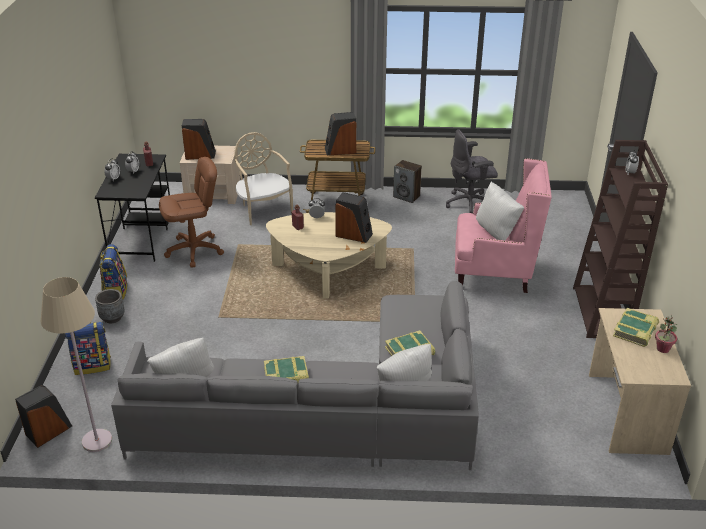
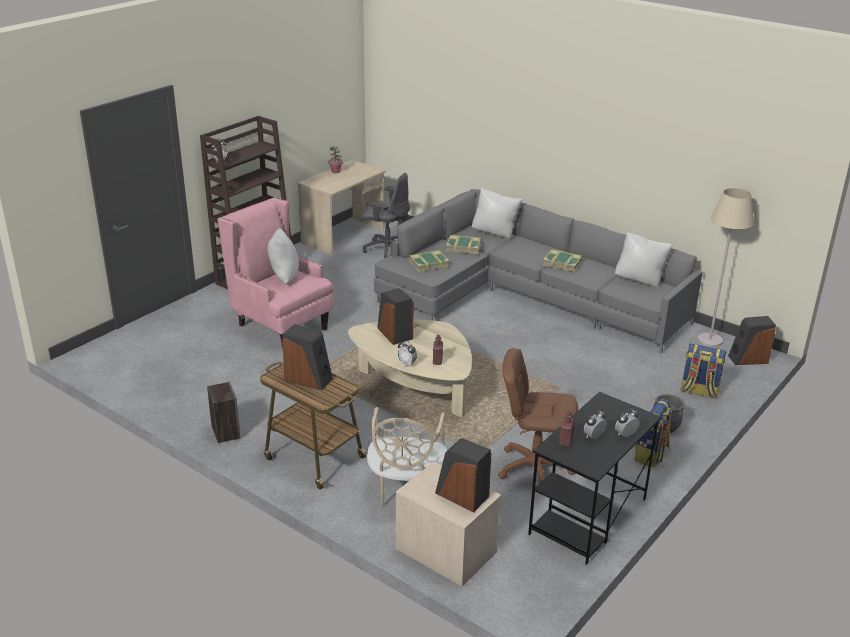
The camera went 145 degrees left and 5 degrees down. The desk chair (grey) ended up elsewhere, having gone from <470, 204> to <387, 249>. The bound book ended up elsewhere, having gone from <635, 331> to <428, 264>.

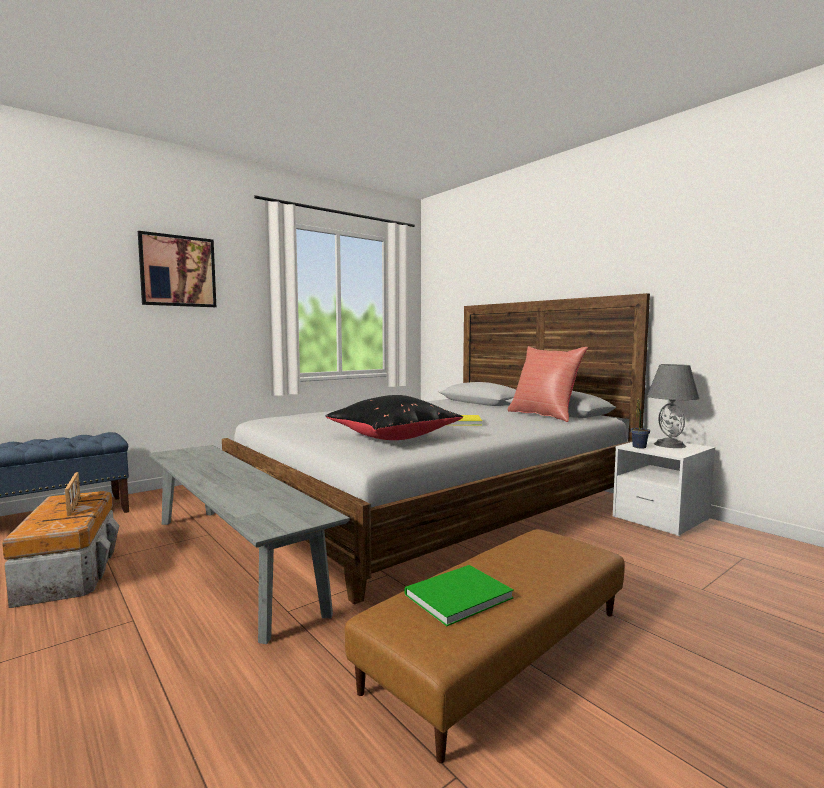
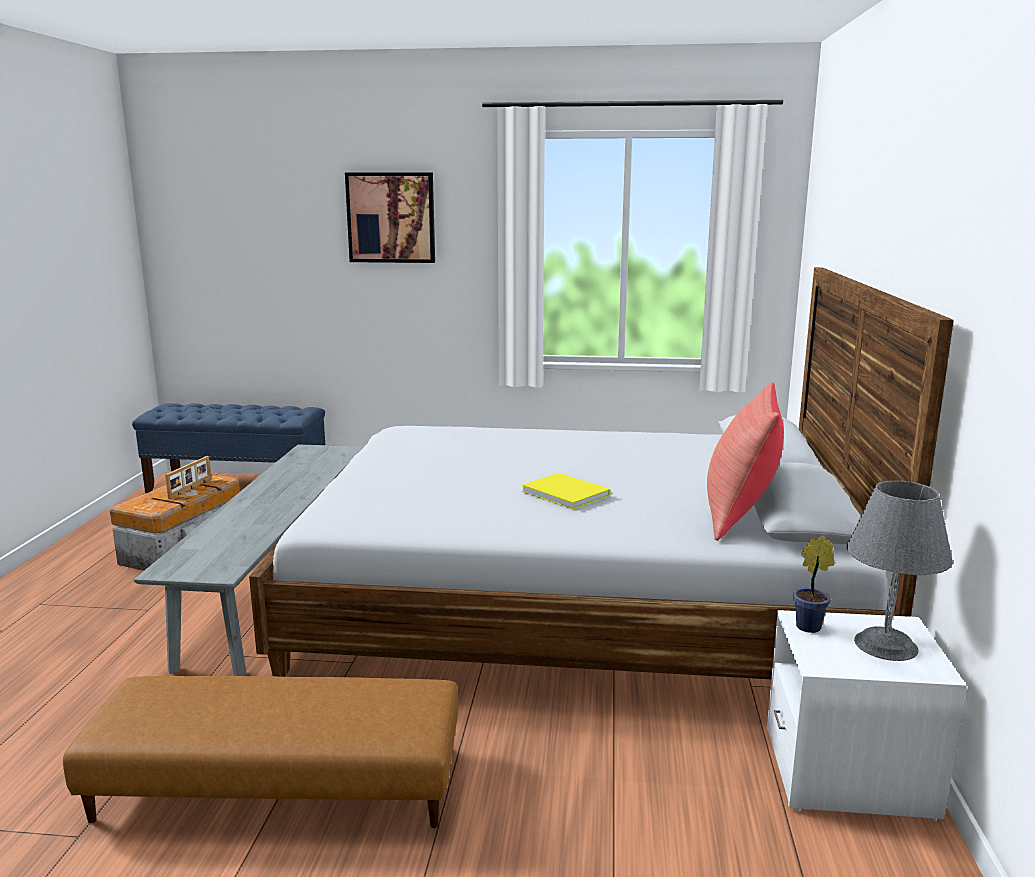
The camera went 45 degrees right and 10 degrees up. The second view lost the pillow (blackish) at <392, 438>. The second view lost the bound book (greenish) at <454, 596>.

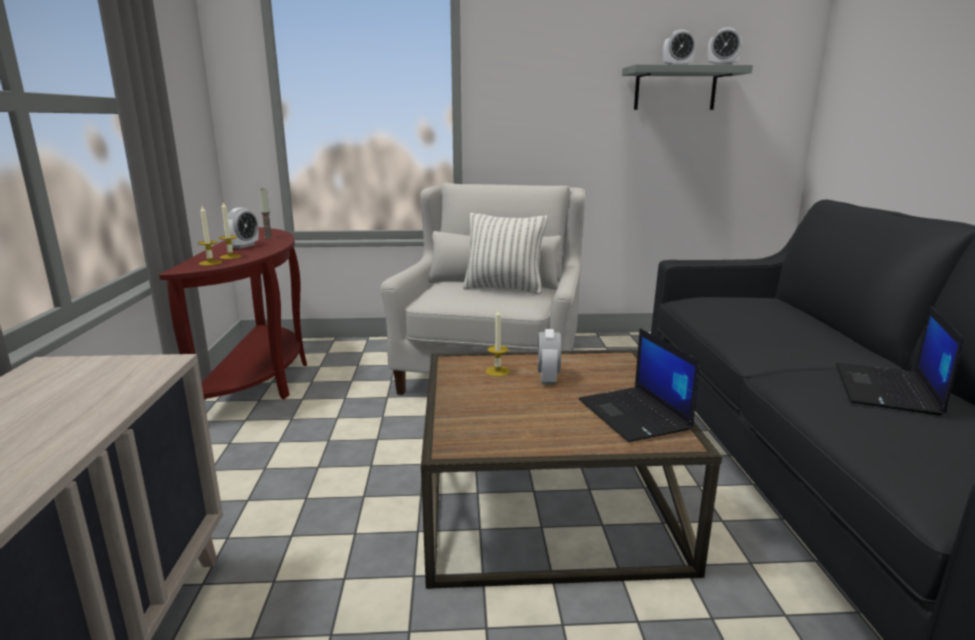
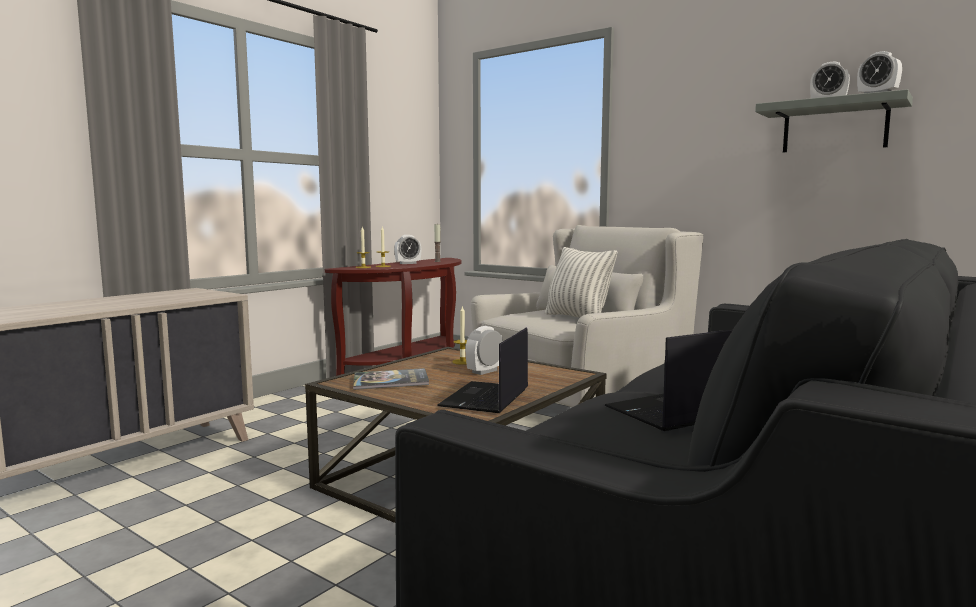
The camera went 40 degrees right and 10 degrees down. The second view gained the bound book at <390, 380>.

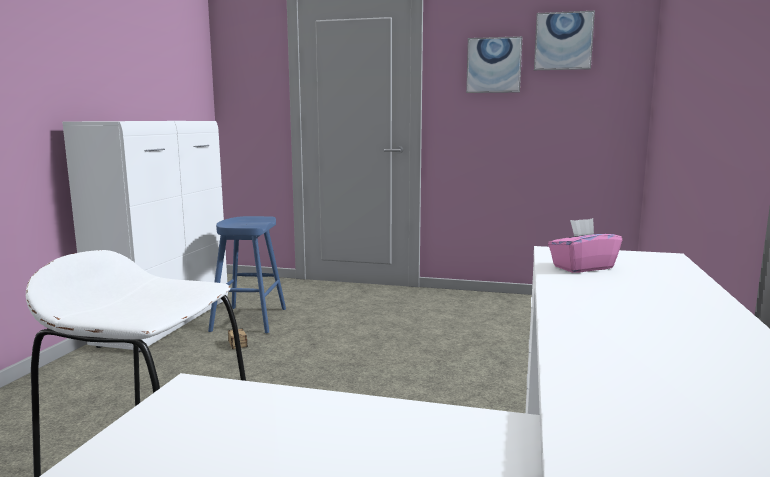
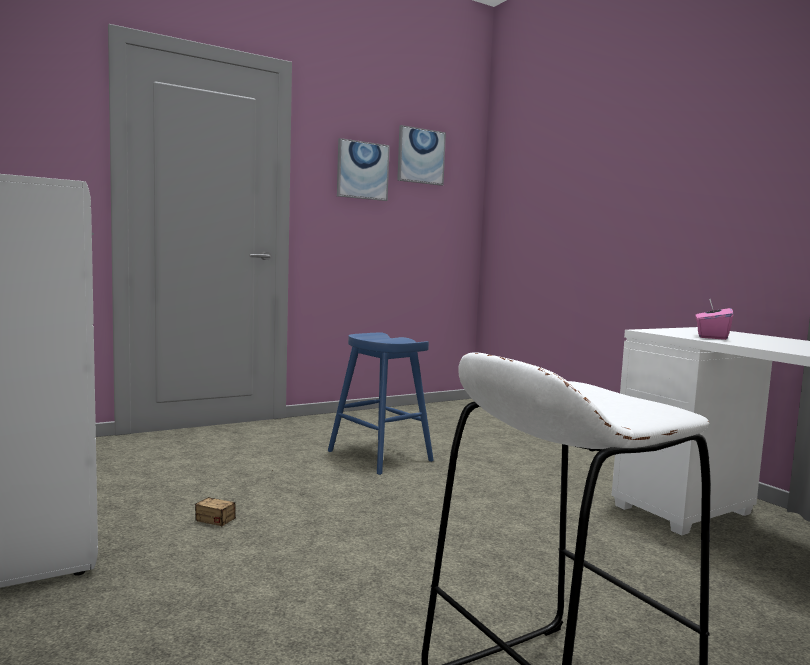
The camera went 45 degrees left and 5 degrees down. The stool (blue-coloured) ended up elsewhere, having gone from <249, 320> to <380, 456>.

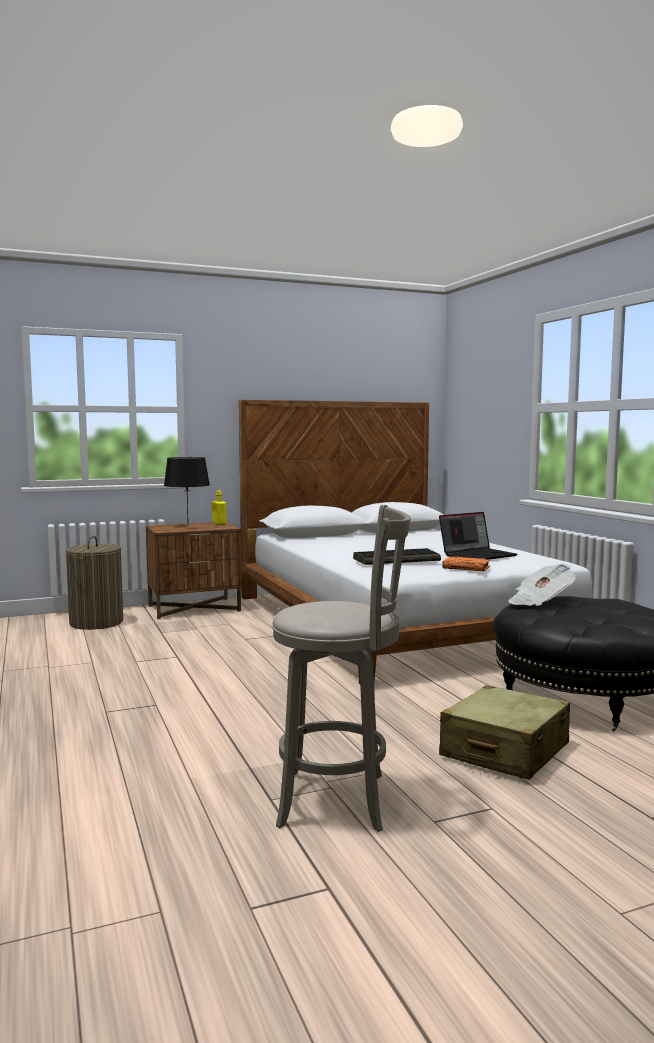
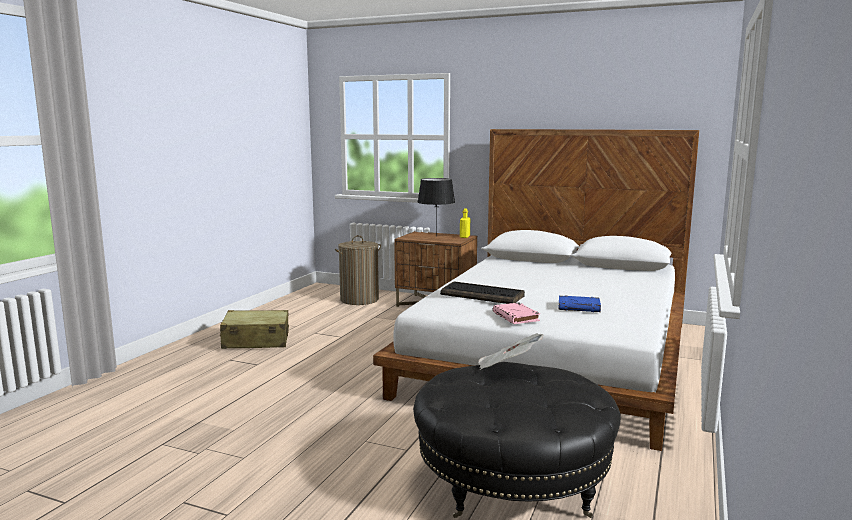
The camera went 45 degrees right and 5 degrees up. The second view lost the stool (grey) at <340, 800>. Where the portable computer stood at <477, 555>, the bound book (blue-coloured) came to stand at <579, 307>. What was the bound book (orange) at <467, 567> turned into the bound book (pink) at <516, 317>. The piece of luggage (sand-coloured) ended up elsewhere, having gone from <504, 751> to <256, 341>.

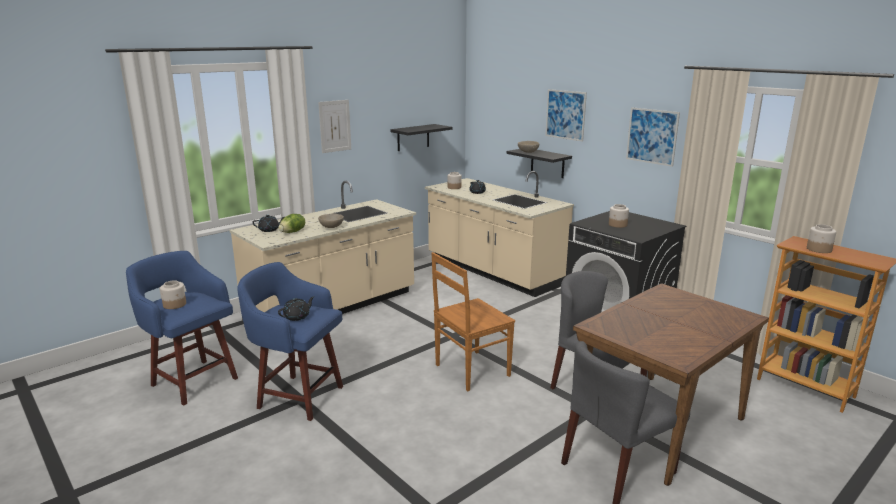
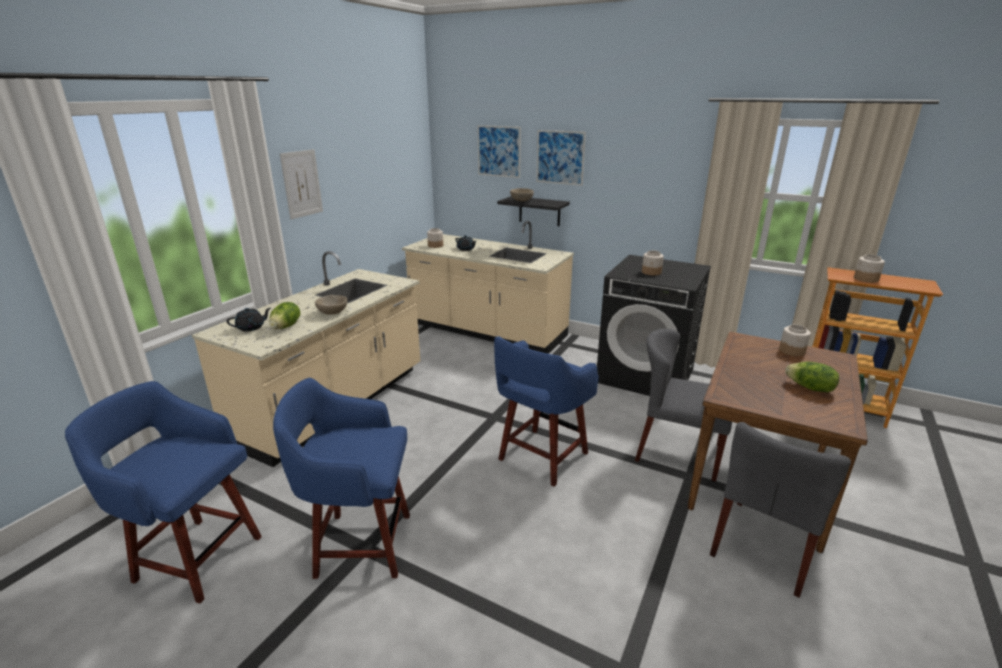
The camera went 20 degrees left and 5 degrees up. The wall art ended up elsewhere, having gone from <652, 136> to <499, 151>. The second view lost the bracket shelf (blackish) at <413, 137>. Where the upright chair (brown-coloured) stood at <470, 371>, the stool (blue-coloured) came to stand at <541, 458>. The jar ended up elsewhere, having gone from <175, 304> to <792, 351>. The second view lost the pot for tea (blackish) at <297, 317>. The second view gained the lettuce head at <810, 388>.

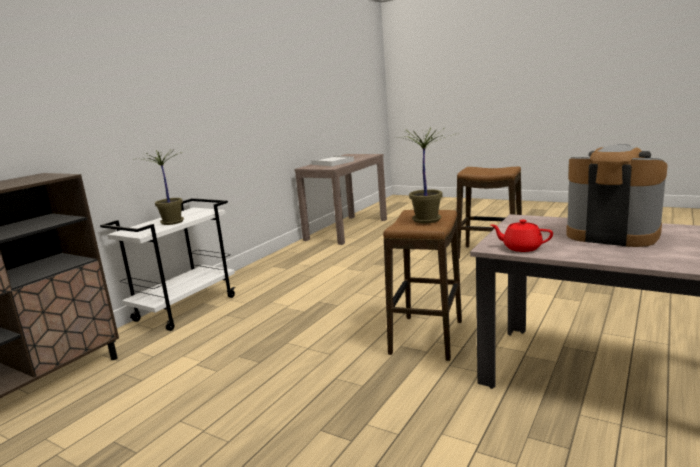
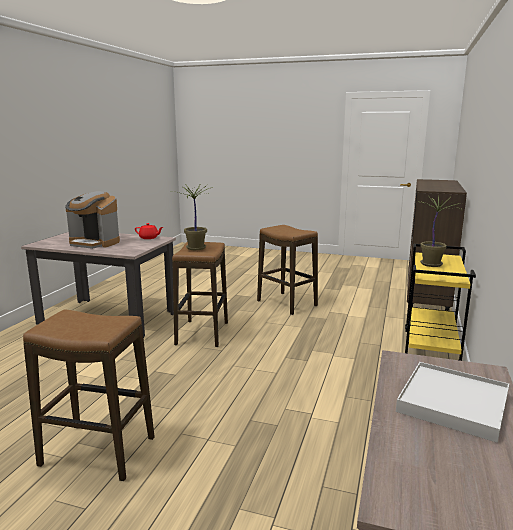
The camera went 165 degrees right and 0 degrees up. What was the trolley (white) at <186, 308> turned into the trolley (yellowish) at <431, 350>. The second view gained the stool at <286, 303>.

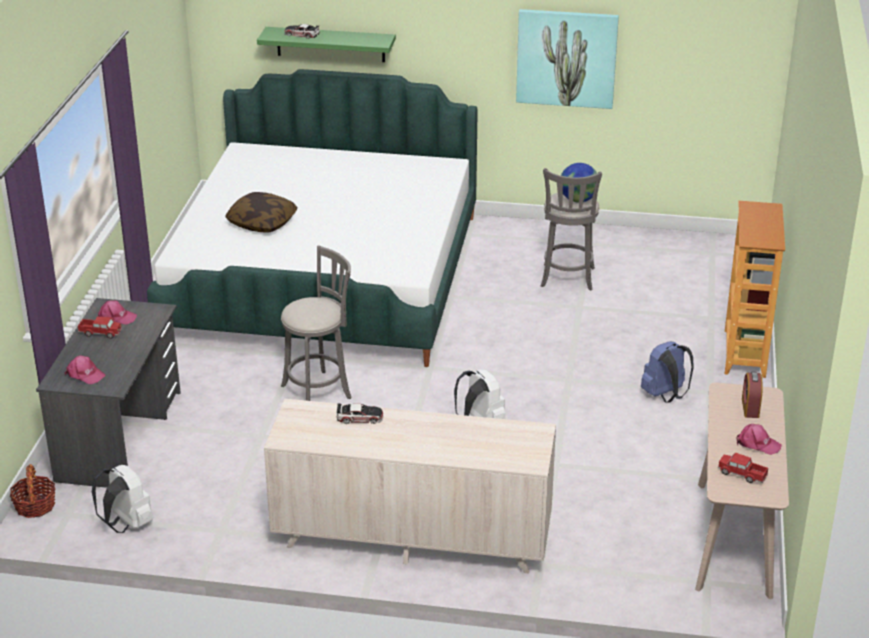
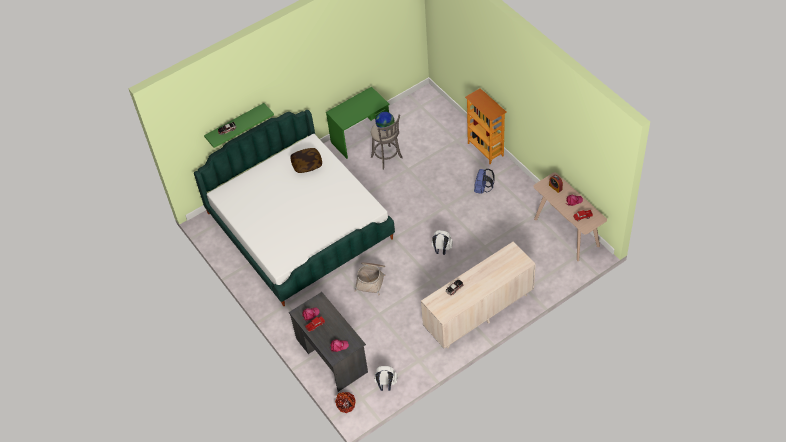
The camera went 40 degrees left and 20 degrees up. The second view lost the wall art at <566, 58>. The pillow ended up elsewhere, having gone from <262, 223> to <307, 164>. Where the stool (grey) stood at <319, 391>, the household basket came to stand at <371, 279>. The second view gained the desk unit (greenish) at <361, 138>.

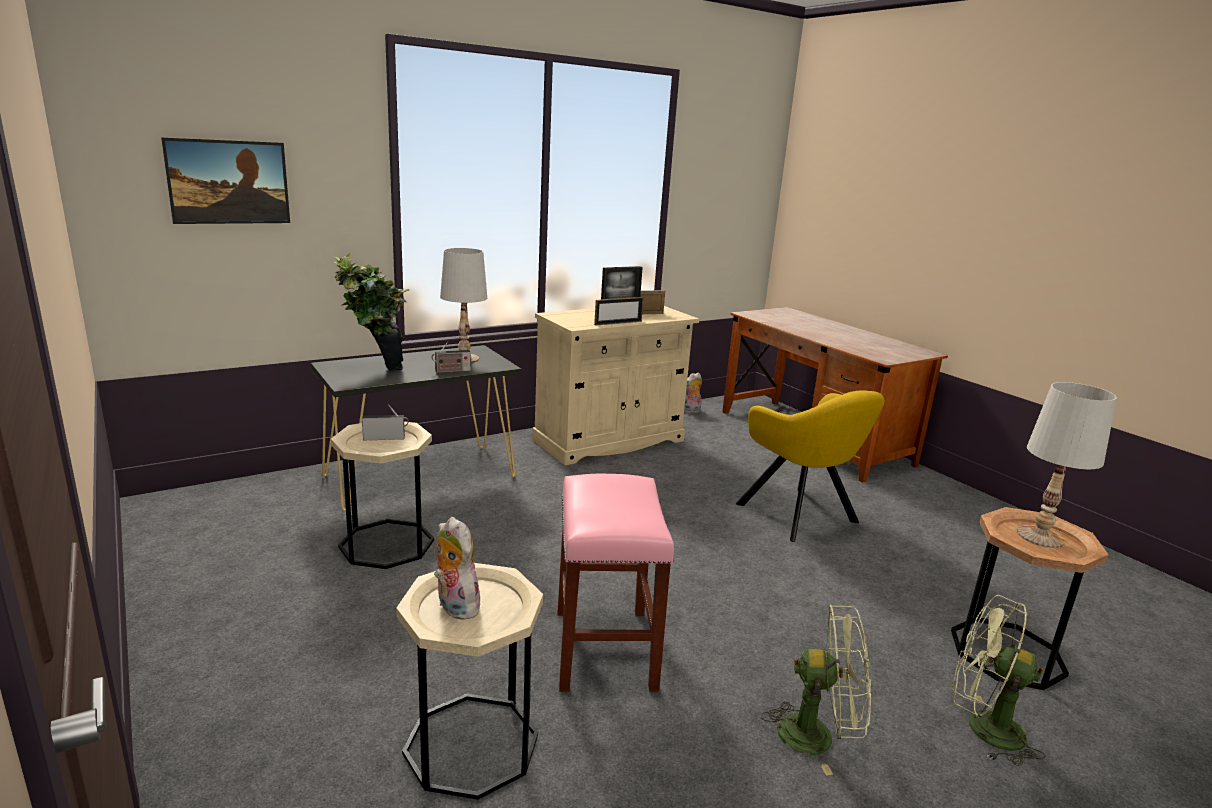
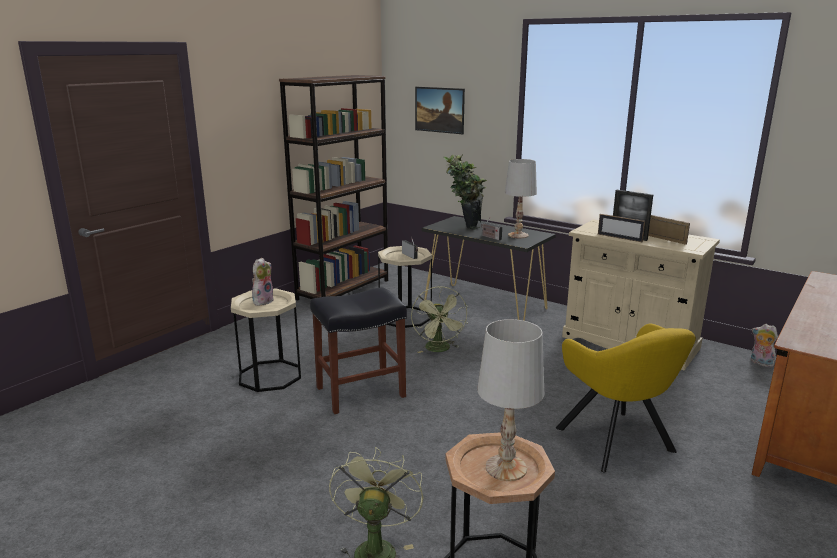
The camera went 70 degrees right and 0 degrees up. The armchair (yellowish) at <801, 516> ended up facing another way, 60 degrees counterclockwise from before. What was the stool (pink) at <603, 647> turned into the stool (blackish) at <361, 391>. The fan (greenish) ended up elsewhere, having gone from <817, 736> to <439, 349>. The second view gained the shelving unit (brown-coloured) at <343, 289>.

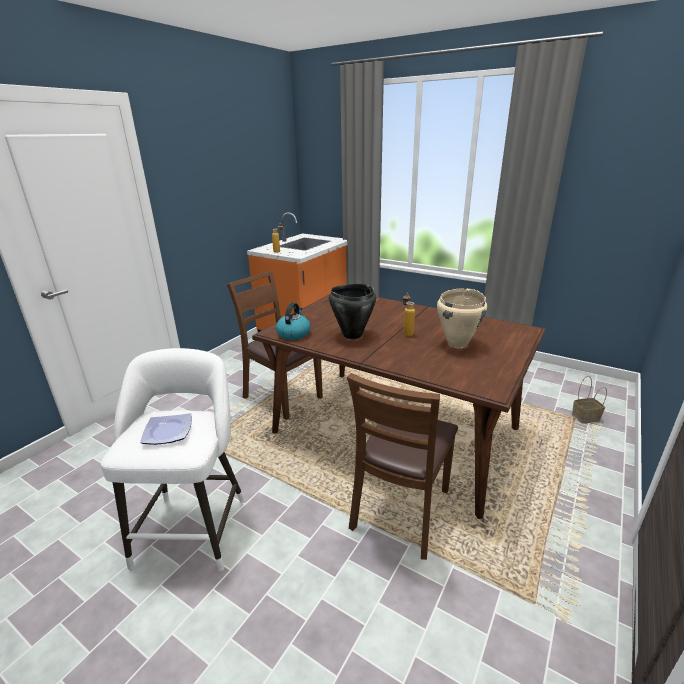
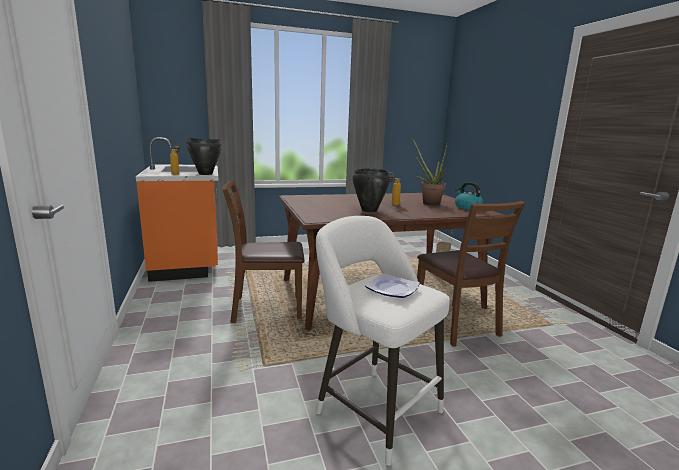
The camera went 50 degrees left and 10 degrees down. Where the cooking pot (sand-coloured) stood at <457, 344>, the houseplant came to stand at <427, 203>. The tea kettle ended up elsewhere, having gone from <293, 333> to <467, 207>. The second view gained the cooking pot (blackish) at <205, 174>.

